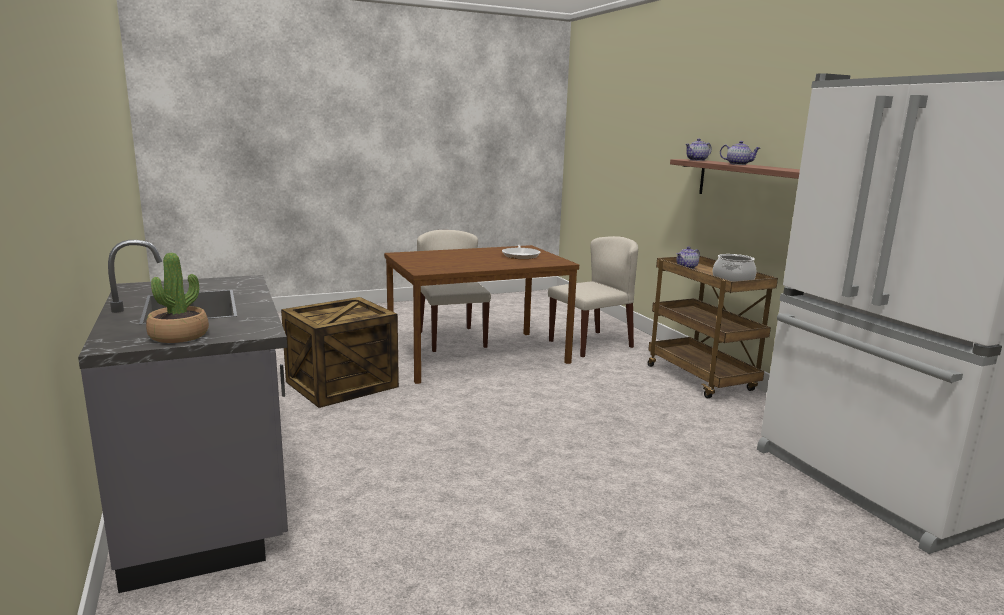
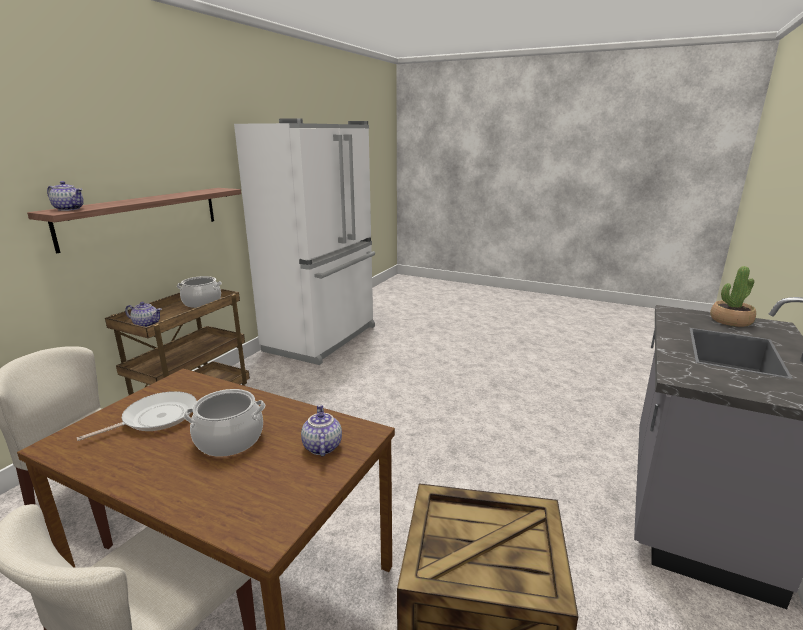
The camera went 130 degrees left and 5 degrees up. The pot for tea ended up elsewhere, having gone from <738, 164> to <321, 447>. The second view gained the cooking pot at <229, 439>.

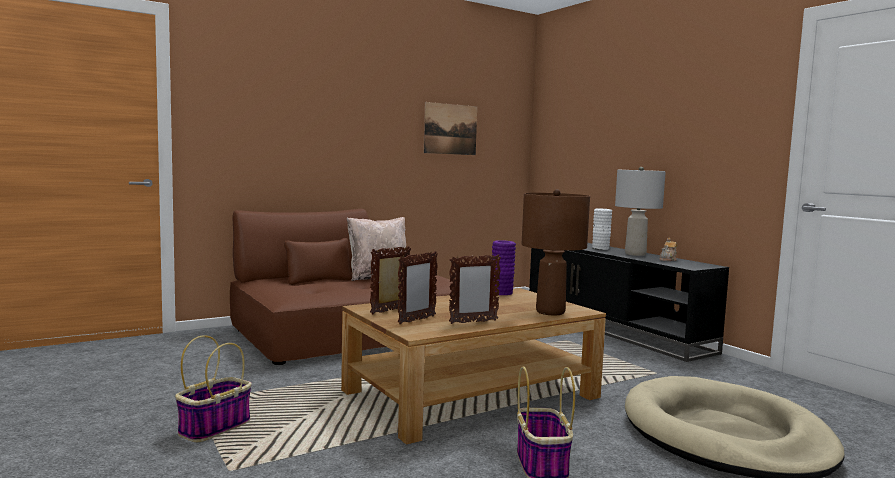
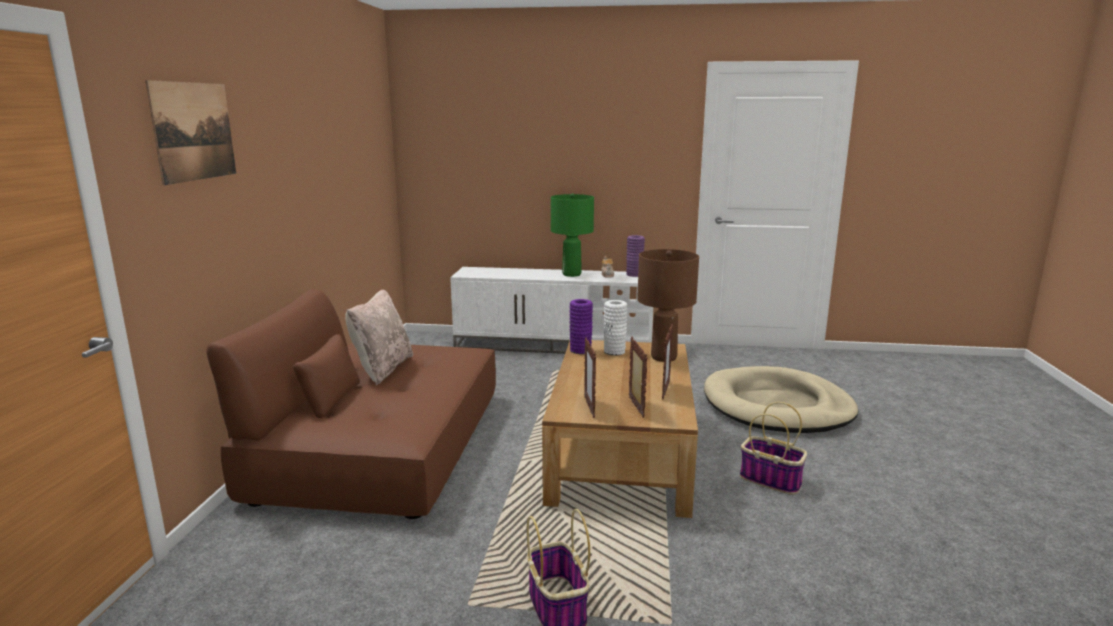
The camera went 50 degrees left and 10 degrees up. The wall art ended up elsewhere, having gone from <450, 129> to <194, 131>. What was the lamp for a table (grey) at <635, 254> turned into the lamp for a table (greenish) at <572, 274>. The decorative vase (white) ended up elsewhere, having gone from <600, 248> to <614, 351>. What was the media console (blackish) at <615, 329> turned into the media console (white) at <555, 345>. The second view gained the decorative vase (purple) at <634, 274>.

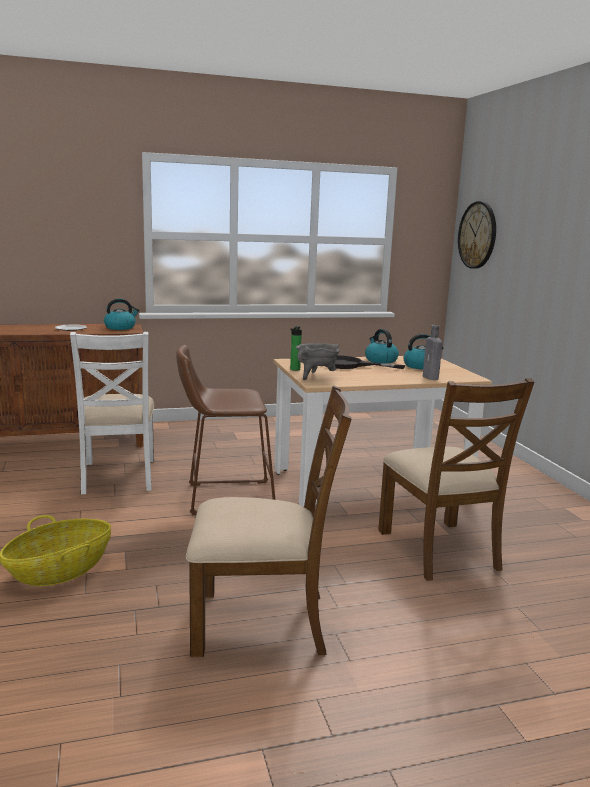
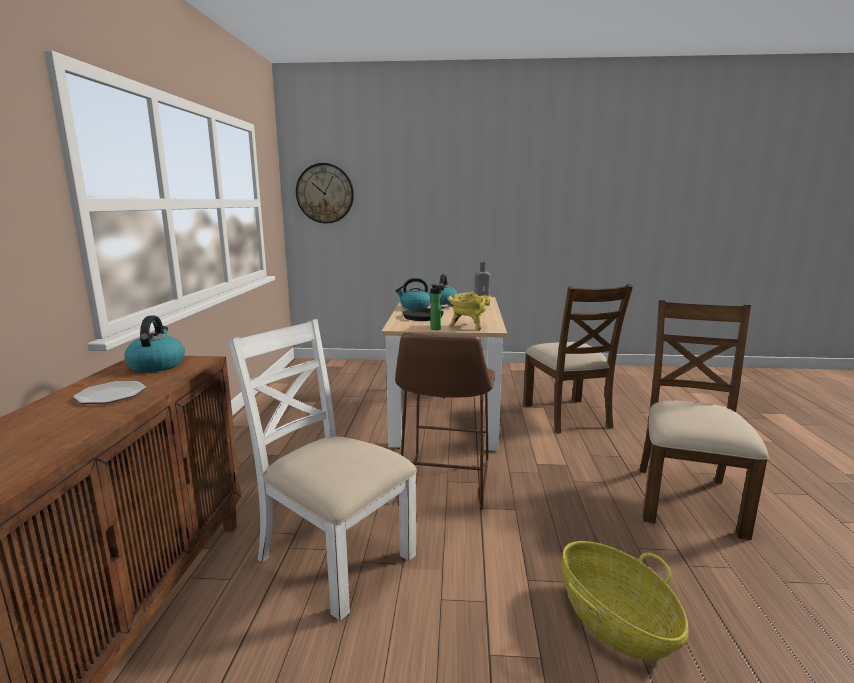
The camera went 70 degrees left and 0 degrees up. The upright chair (white) at <117, 476> ended up facing another way, 150 degrees counterclockwise from before. What was the cooking pot (grey) at <317, 377> turned into the cooking pot (yellowish) at <469, 326>. The upright chair (brown-coloured) at <439, 550> ended up facing another way, 75 degrees clockwise from before.

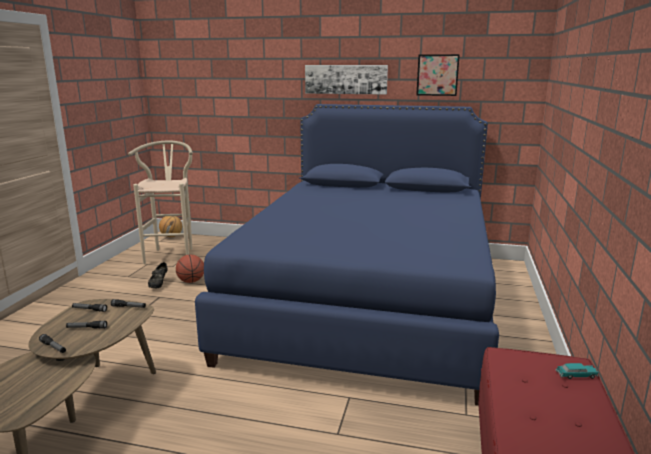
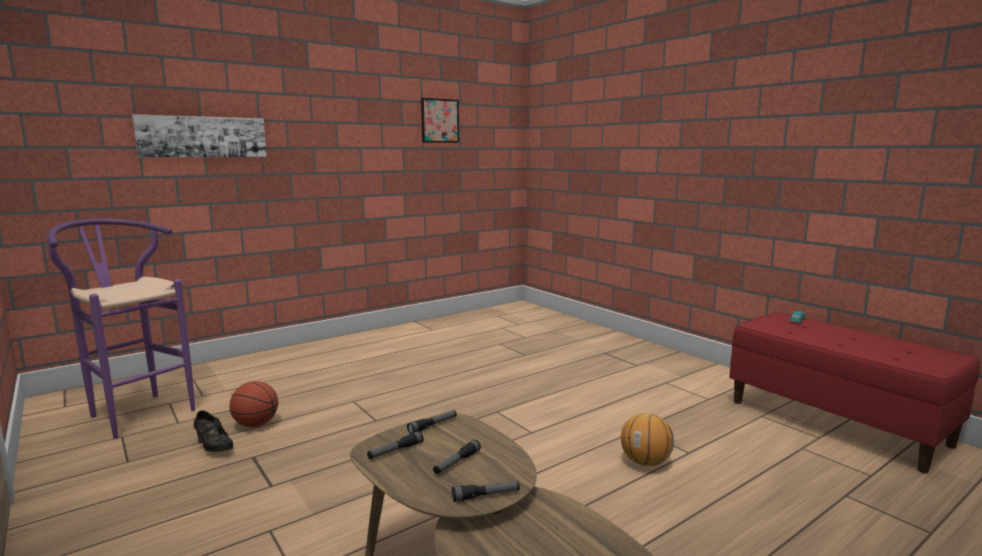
The camera went 50 degrees left and 5 degrees down. The wall art ended up elsewhere, having gone from <346, 79> to <203, 137>. The second view lost the bedroom bed (blue-coloured) at <367, 301>. What was the stool (sand-coloured) at <171, 254> turned into the stool (purple) at <136, 412>. The ball for basketball ended up elsewhere, having gone from <171, 236> to <645, 462>.

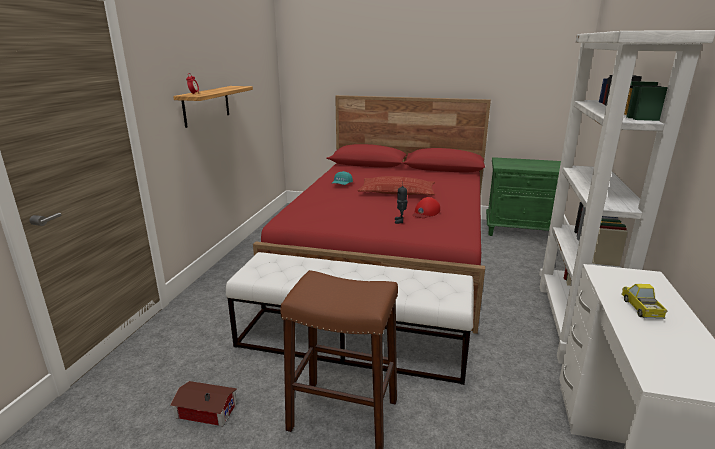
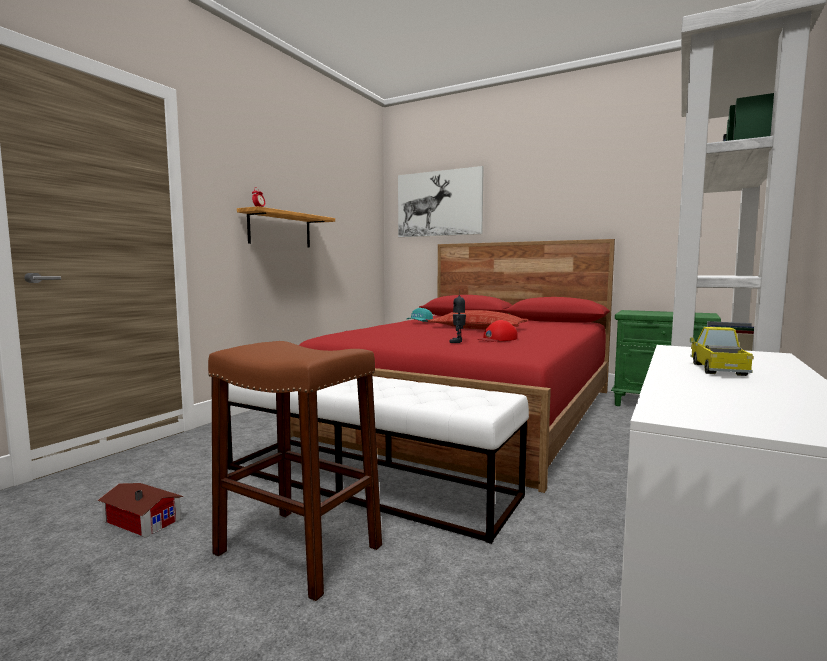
The camera went 15 degrees right and 15 degrees down. The second view gained the wall art at <439, 203>.

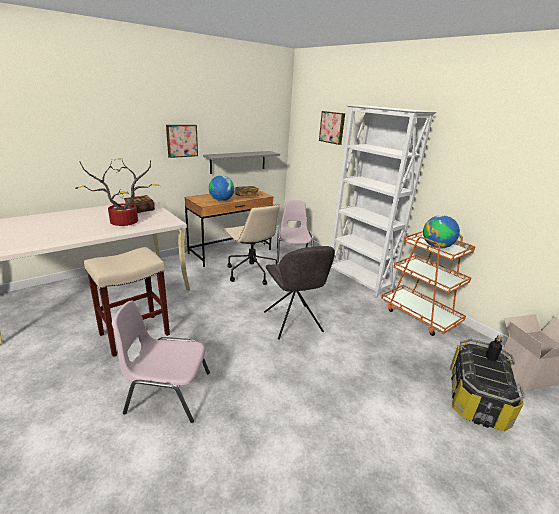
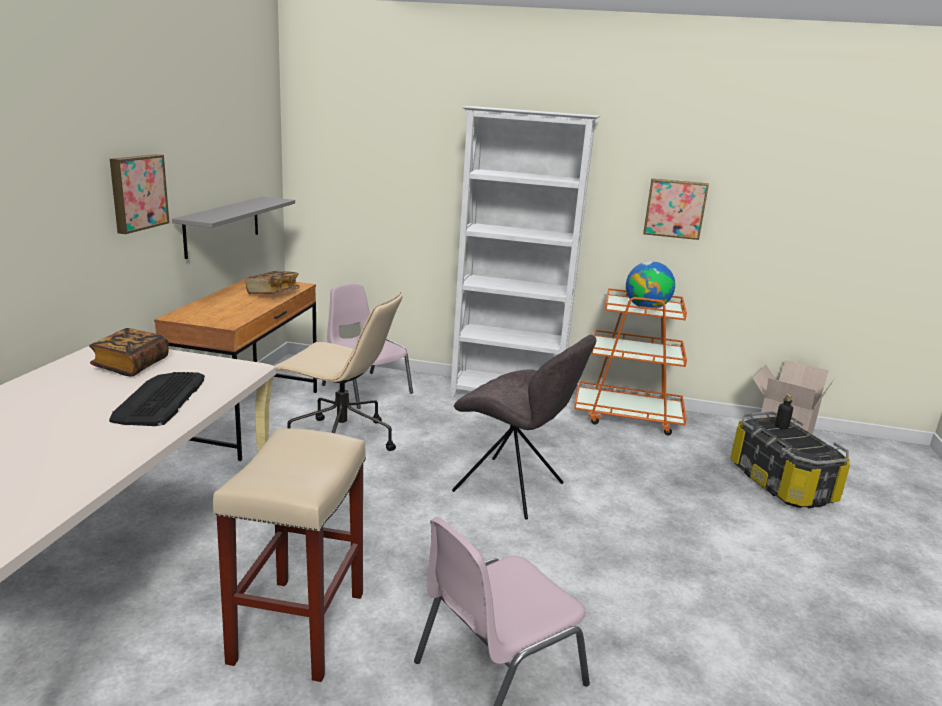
The camera went 40 degrees left and 5 degrees down. The wall art ended up elsewhere, having gone from <332, 127> to <675, 208>. Where the houseplant stood at <122, 223>, the keyboard came to stand at <160, 399>. The second view lost the globe at <221, 200>.

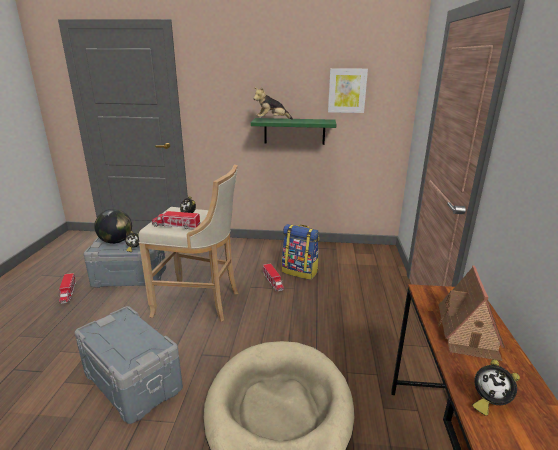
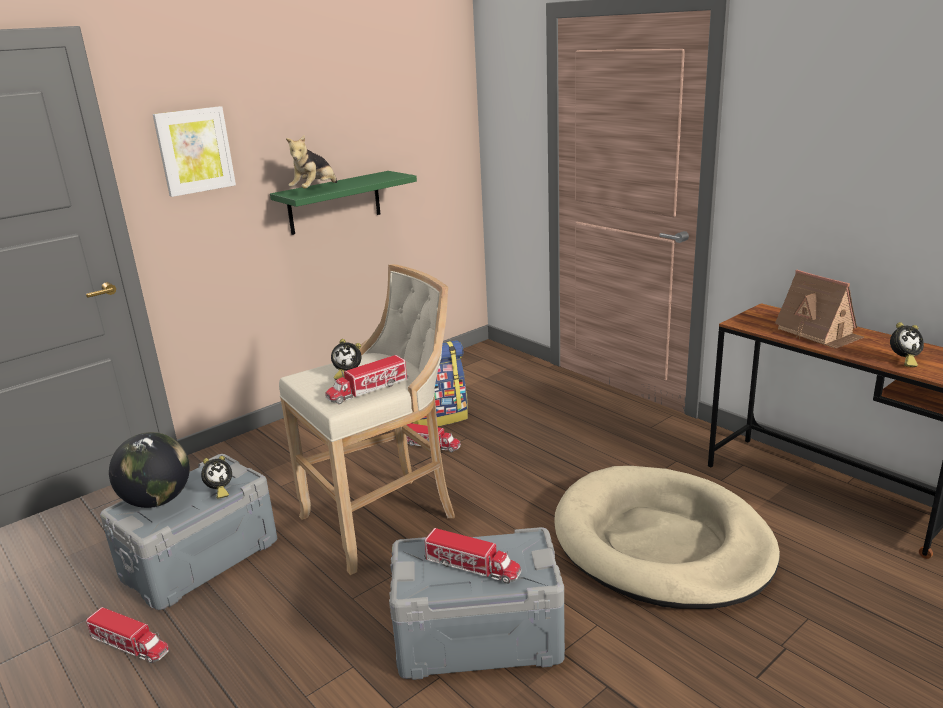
The camera went 45 degrees left and 0 degrees up. The wall art ended up elsewhere, having gone from <347, 90> to <194, 151>. The second view gained the toy truck at <472, 567>.

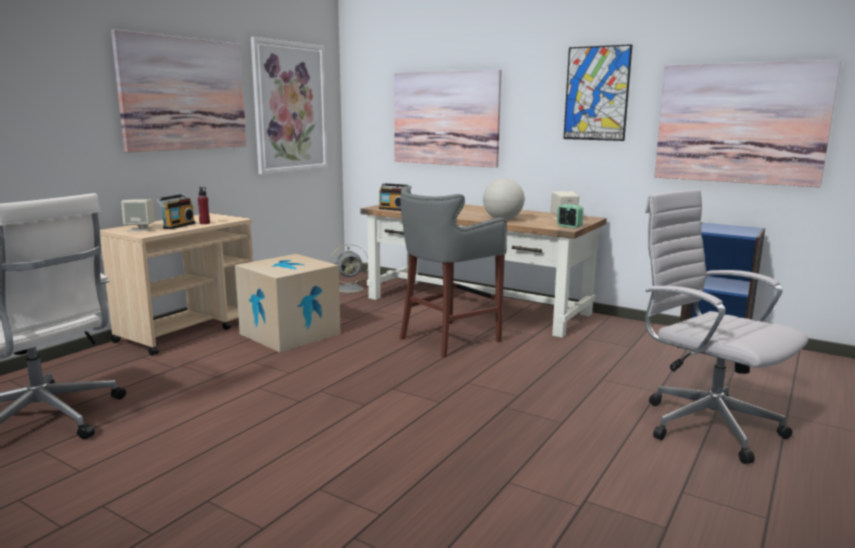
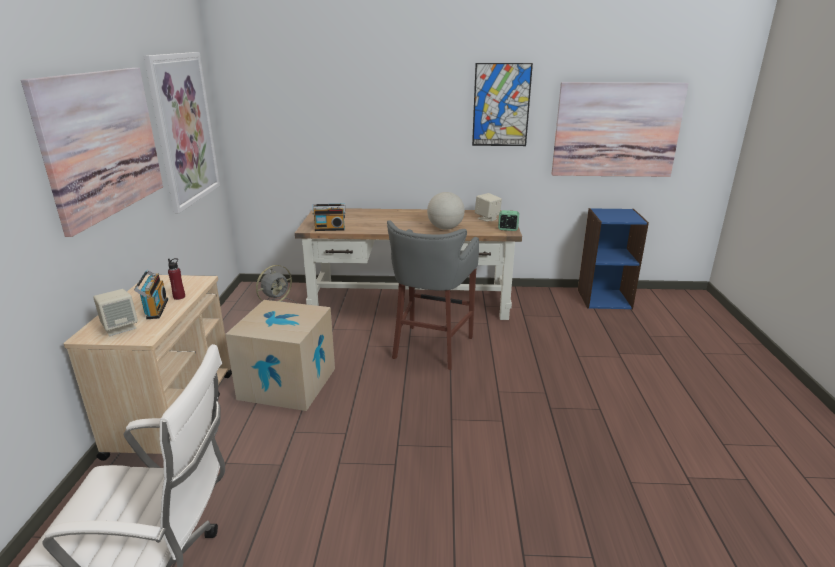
The camera went 30 degrees left and 10 degrees up. The second view lost the wall art at <445, 118>. The second view lost the desk chair (white) at <704, 424>.

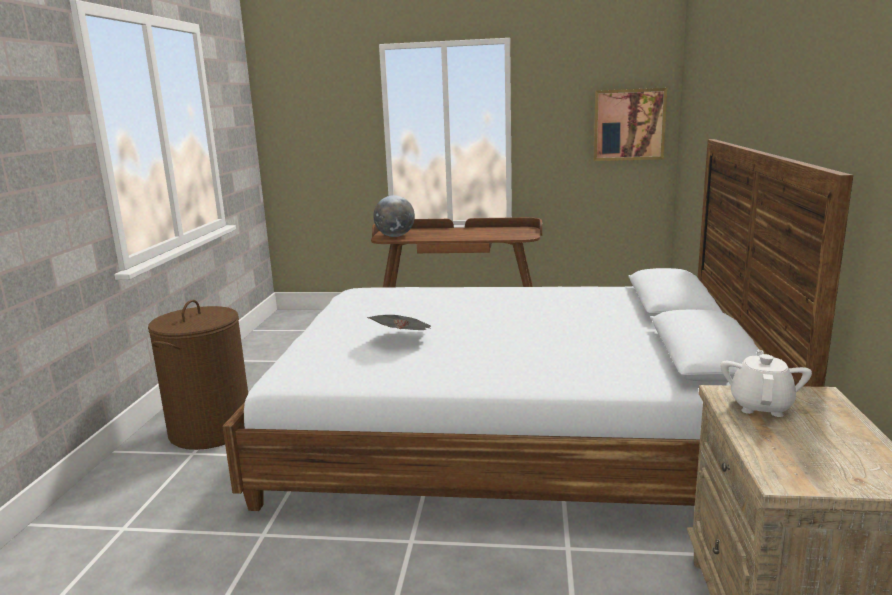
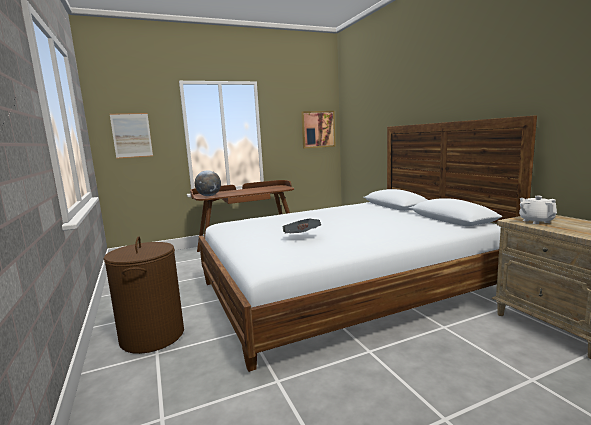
The camera went 30 degrees left and 5 degrees down. The second view gained the wall art at <132, 135>.

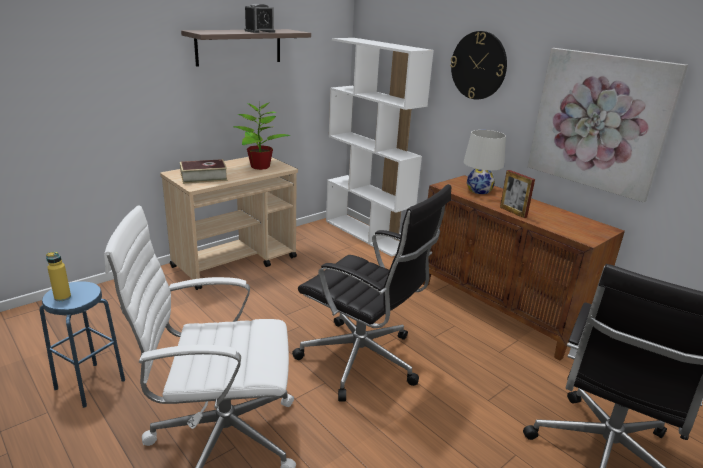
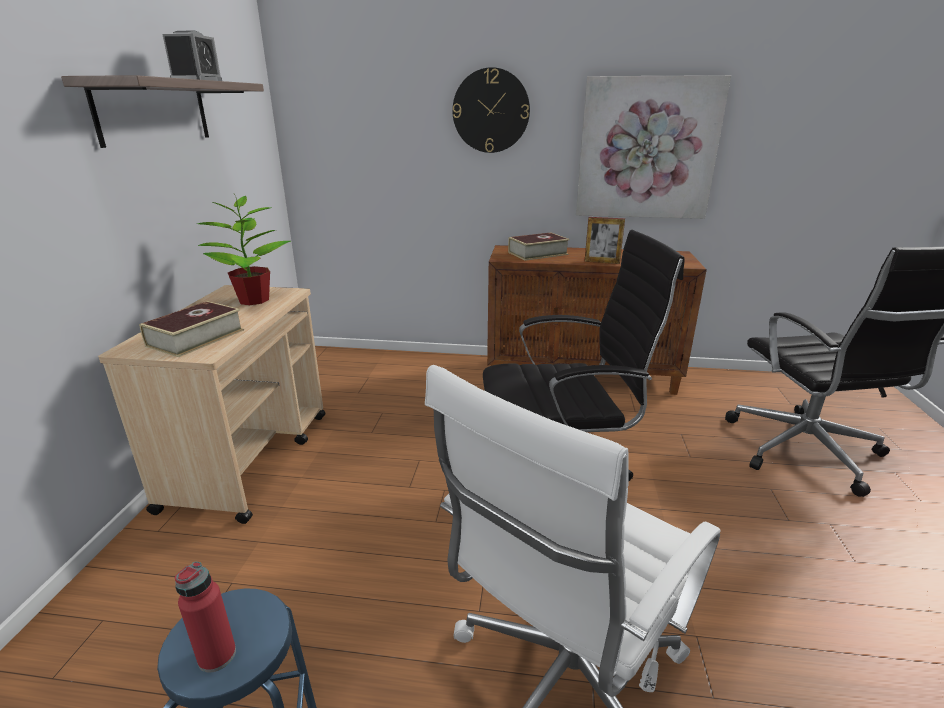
The camera went 40 degrees left and 0 degrees up. The second view lost the shelving unit (white) at <367, 234>. Where the lamp for a table (white) stood at <479, 190>, the bound book came to stand at <537, 253>. What was the drink bottle (yellowish) at <62, 297> turned into the drink bottle (reddish) at <217, 656>.

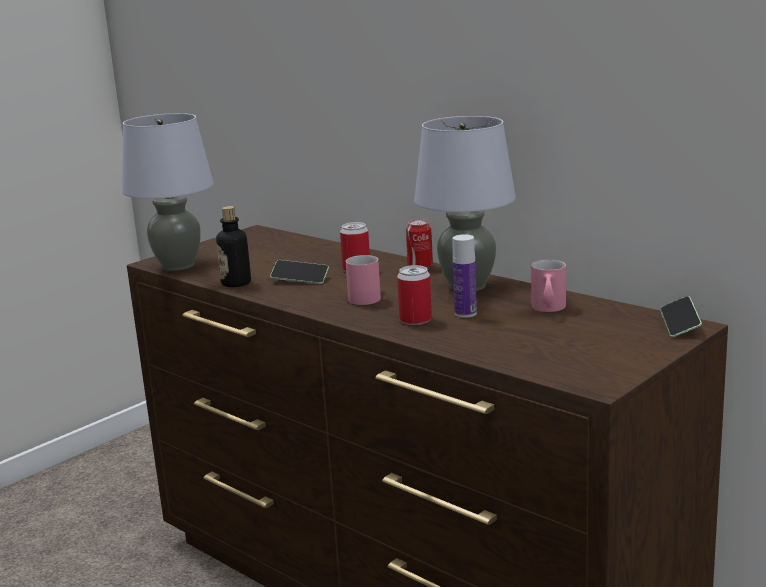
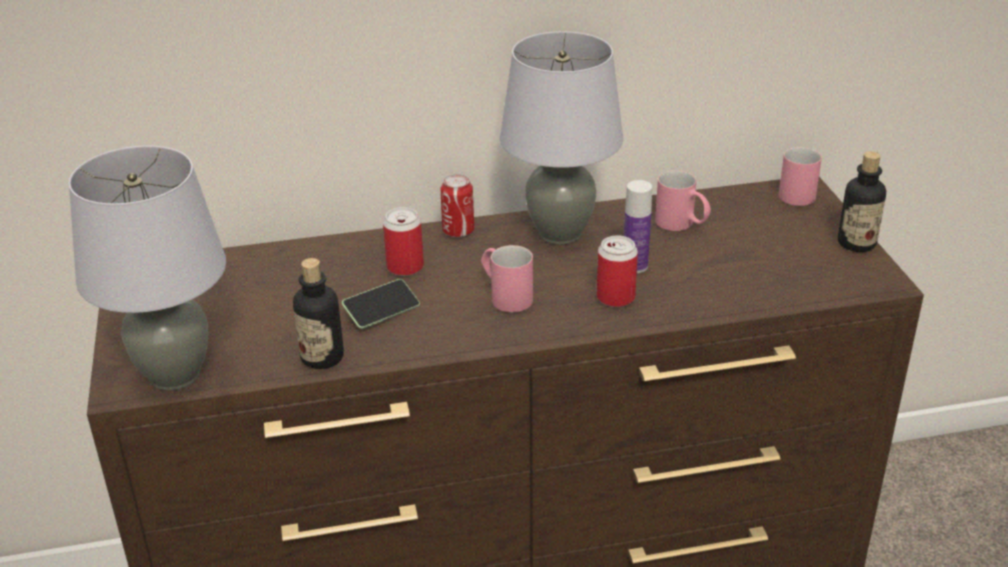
The camera went 55 degrees left and 15 degrees up. Where the telephone stood at <680, 325>, the mug (pink) came to stand at <797, 192>. The second view gained the drink bottle at <856, 243>.

